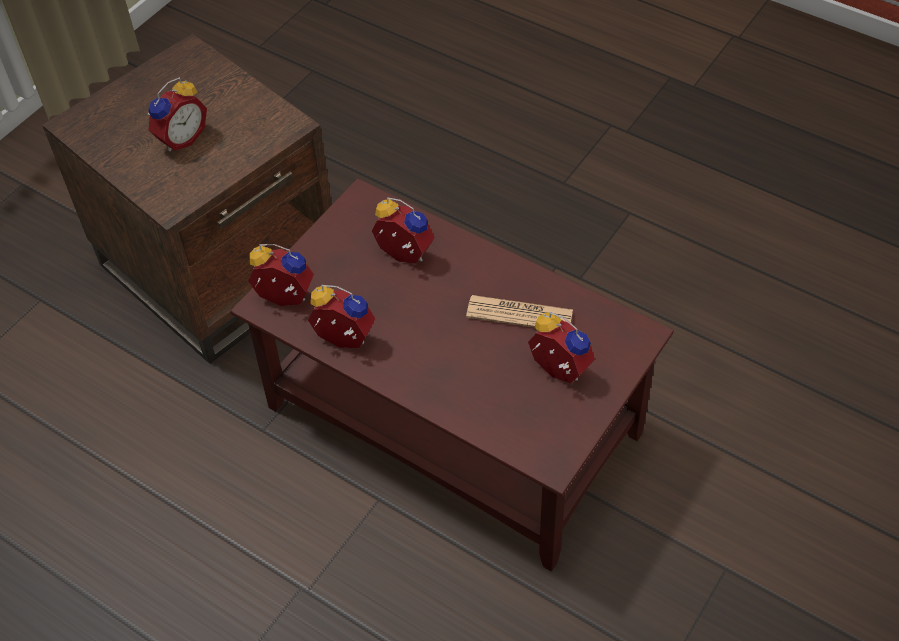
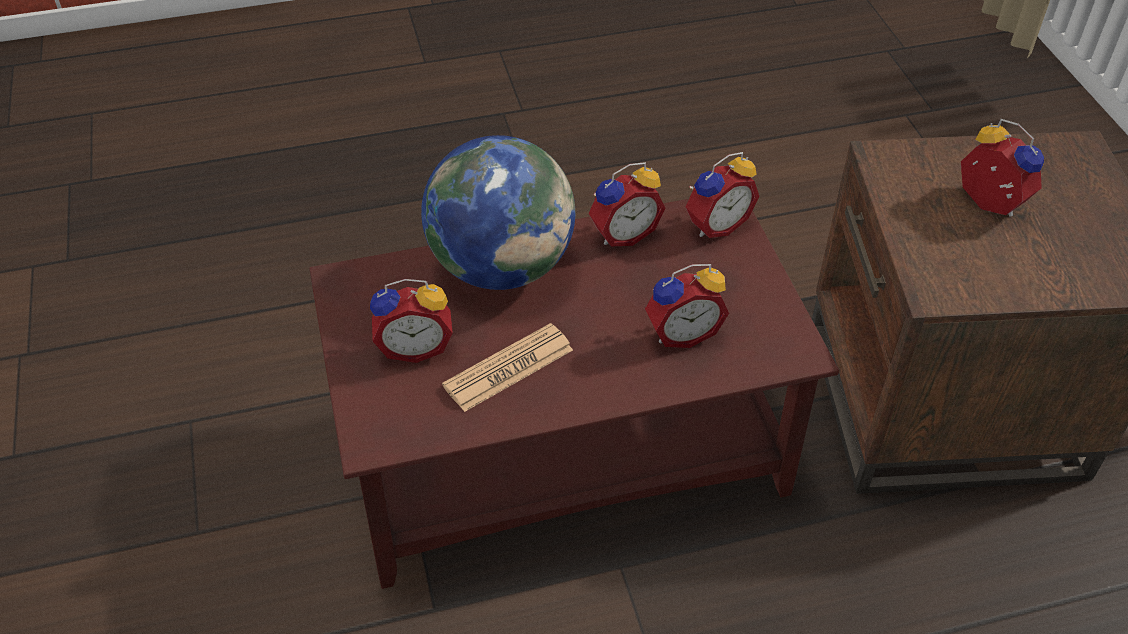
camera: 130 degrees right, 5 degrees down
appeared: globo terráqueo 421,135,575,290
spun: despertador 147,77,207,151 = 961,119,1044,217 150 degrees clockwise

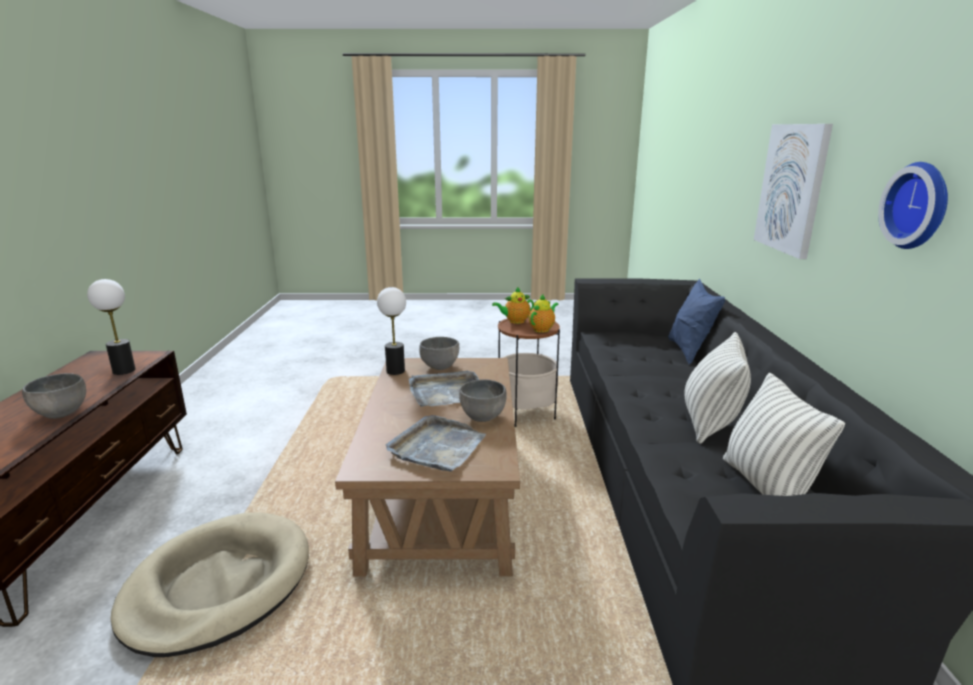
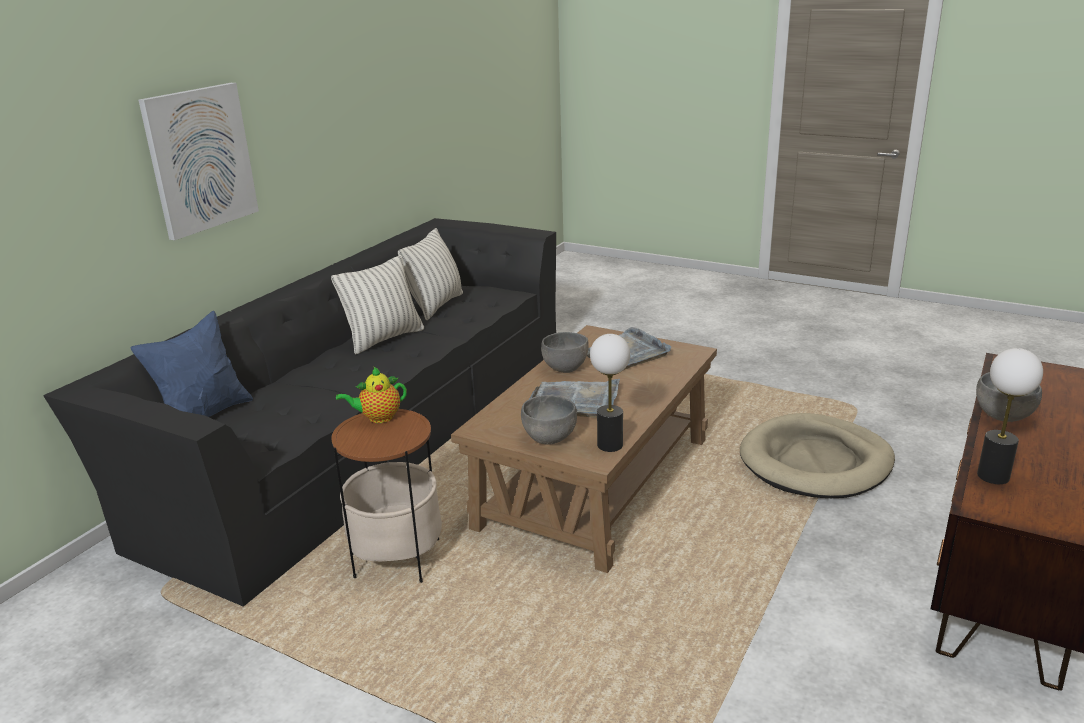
camera: 150 degrees left, 5 degrees up
missing: tetera 492,287,534,324; reloj de pared 878,162,948,249

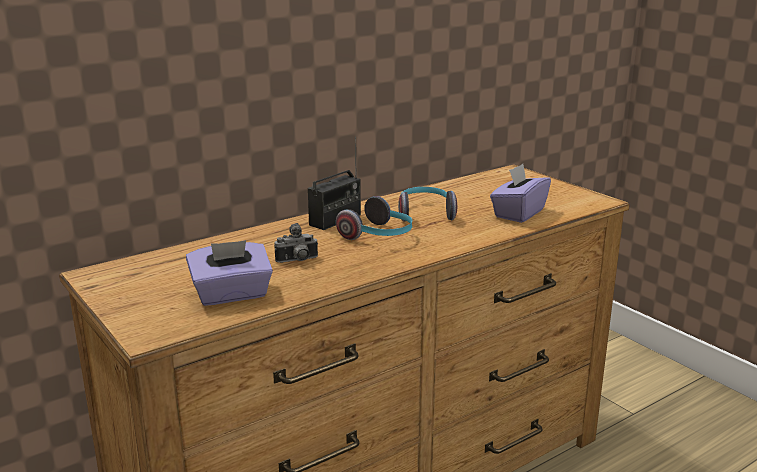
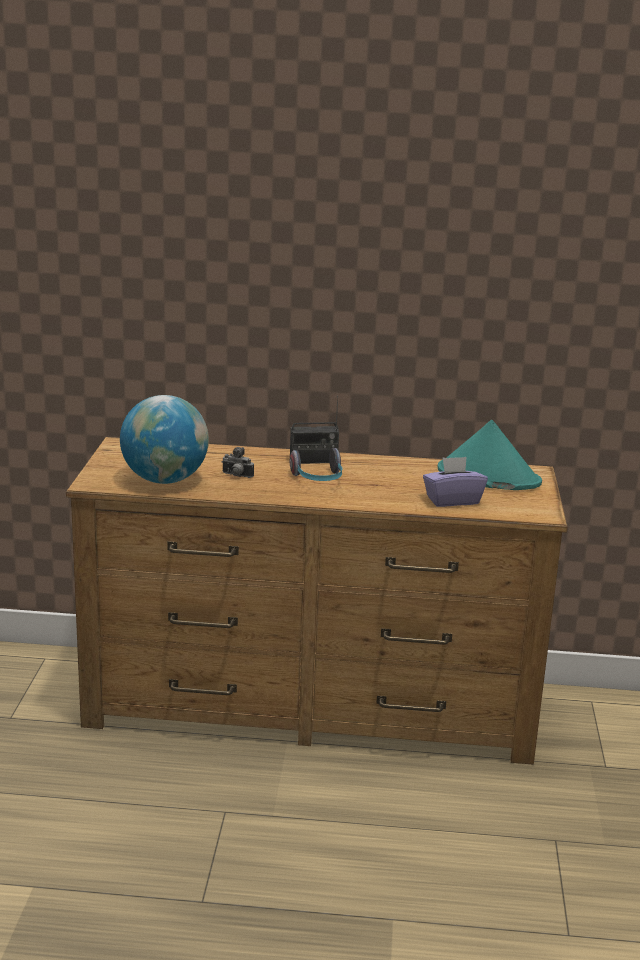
camera: 40 degrees right, 0 degrees up
missing: auriculares 398,187,457,222
appeared: sombrero/turquesa 438,420,542,490
exchanged: caja de pañuelos/morado 186,240,273,306 to globo terráqueo 120,395,209,484

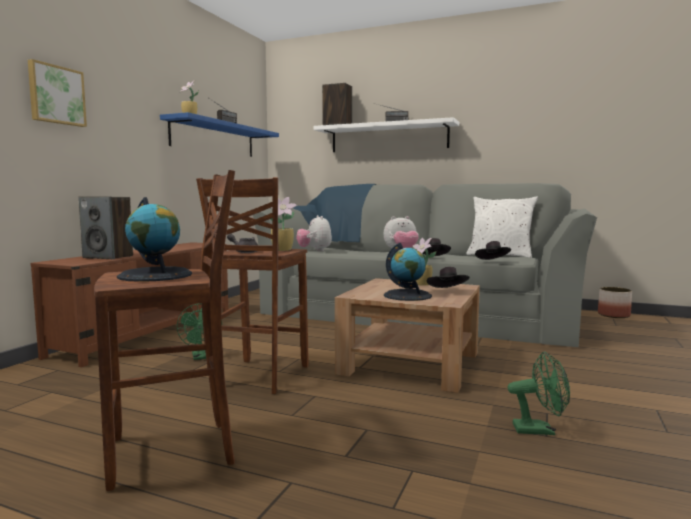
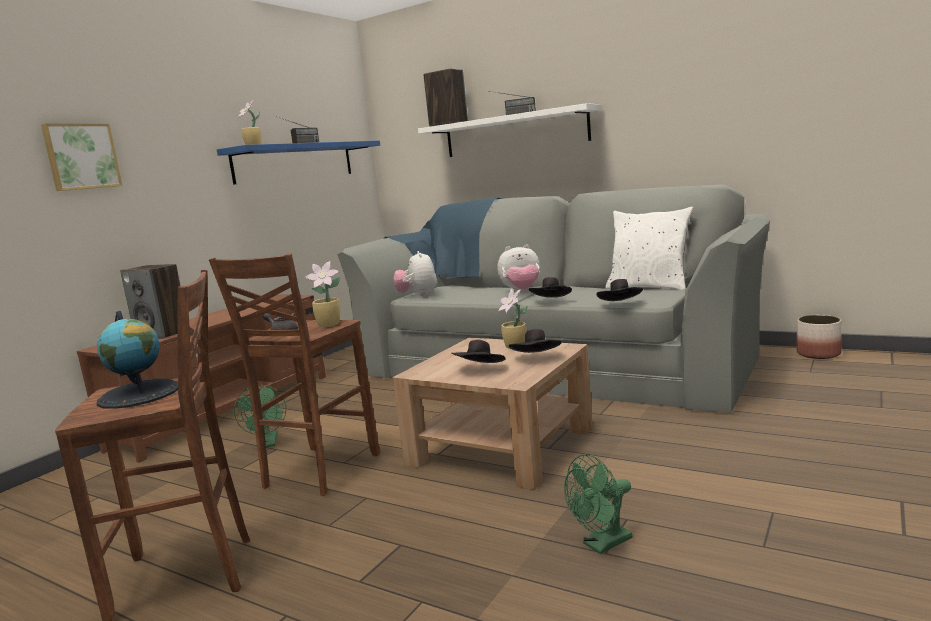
camera: 10 degrees right, 5 degrees up
exchanged: globo terráqueo 384,243,432,301 to sombrero/negro 451,340,506,363
spun: ventilador/verde 508,352,570,435 = 564,454,633,554 135 degrees clockwise

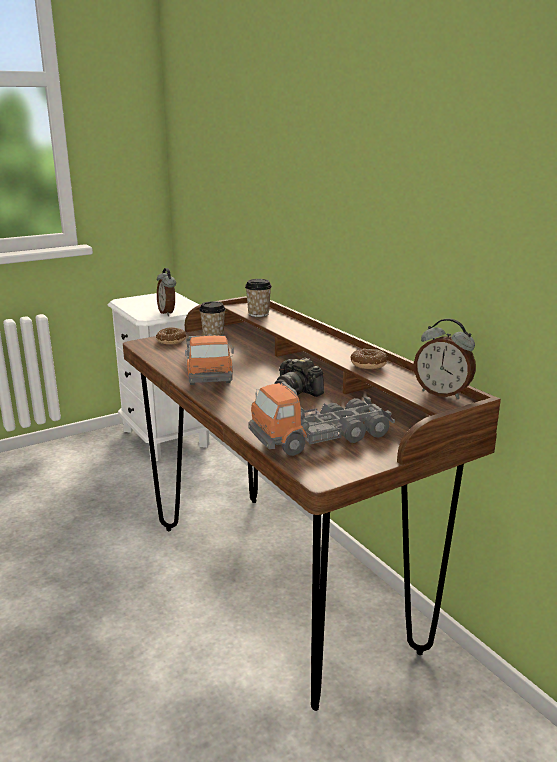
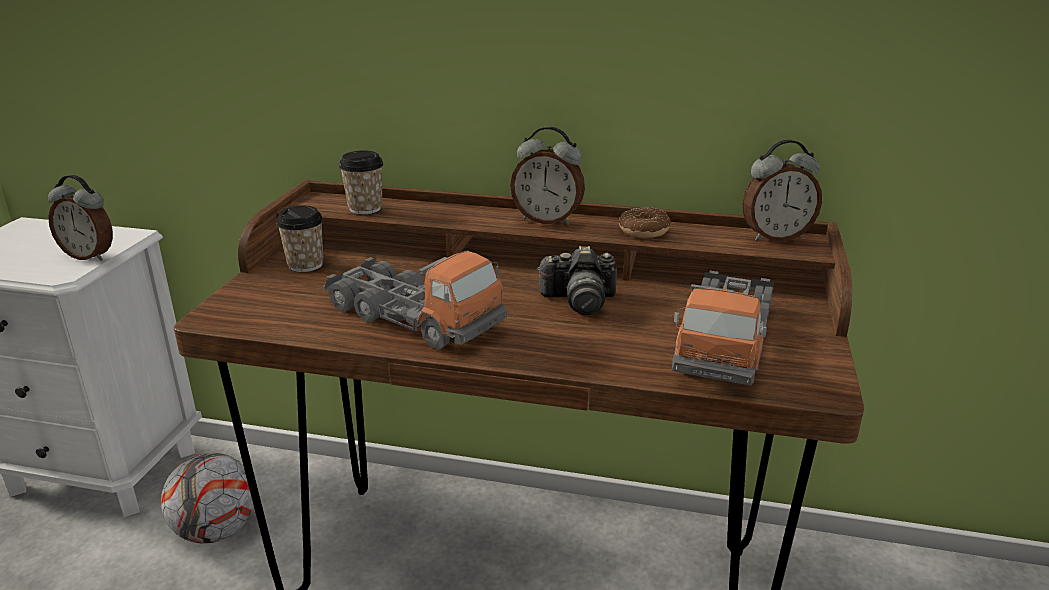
camera: 45 degrees left, 5 degrees up
missing: rosquilla 156,327,186,345
appeared: balón de fútbol 161,453,254,544; despertador 510,127,585,225

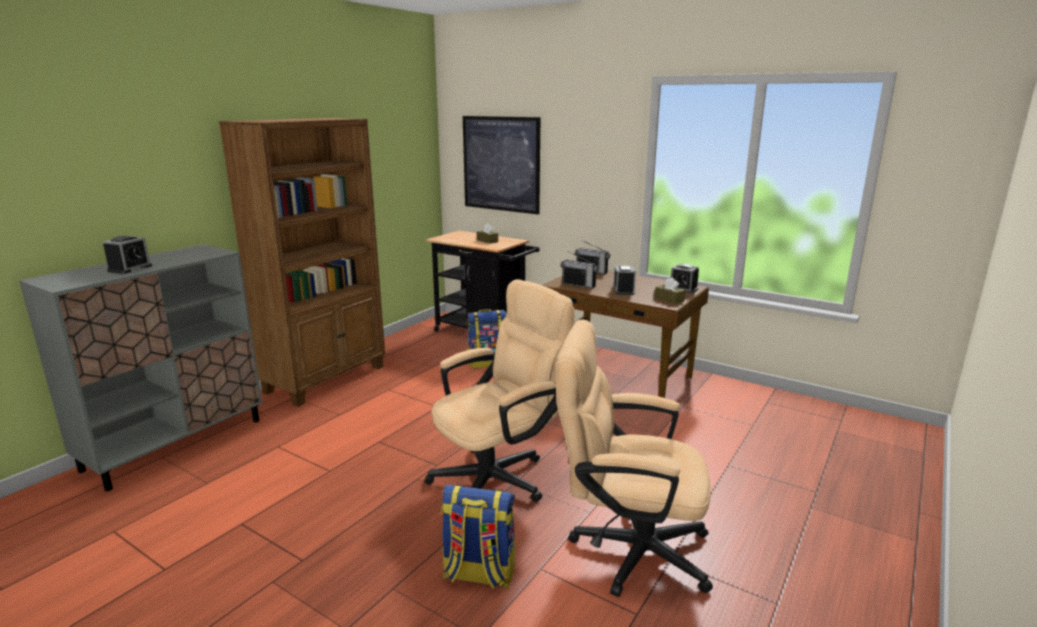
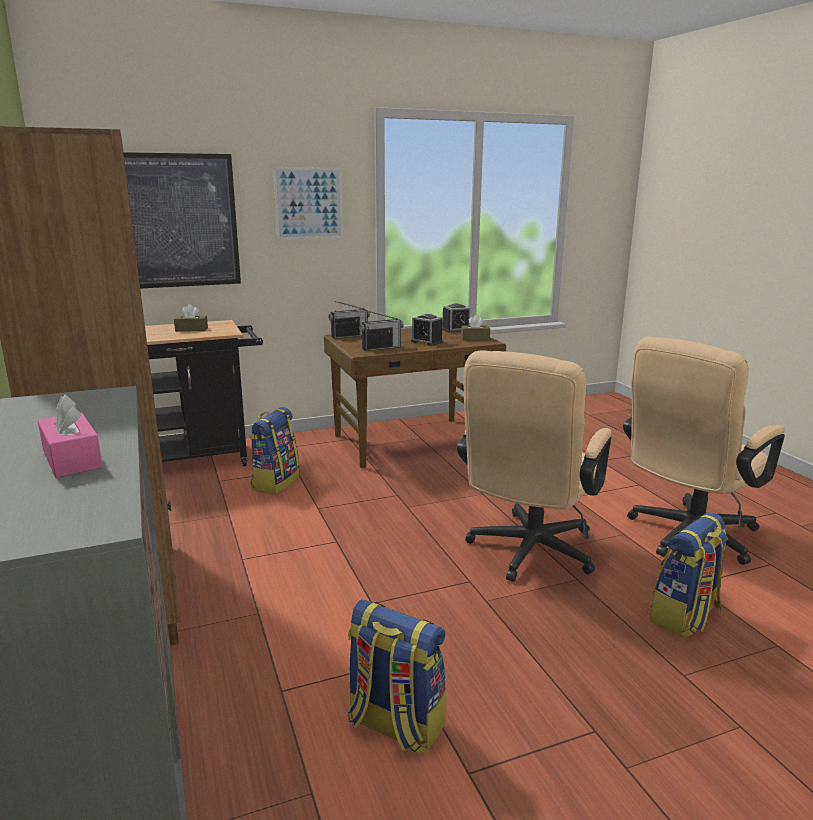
camera: 55 degrees left, 0 degrees up
appeared: cuadro 273,167,343,239; mochila 348,600,447,755
exchanged: despertador 103,236,152,274 to caja de pañuelos/rosa 38,394,103,478
spun: silla de oficina/beis 425,279,575,502 = 457,350,612,582 150 degrees counterclockwise

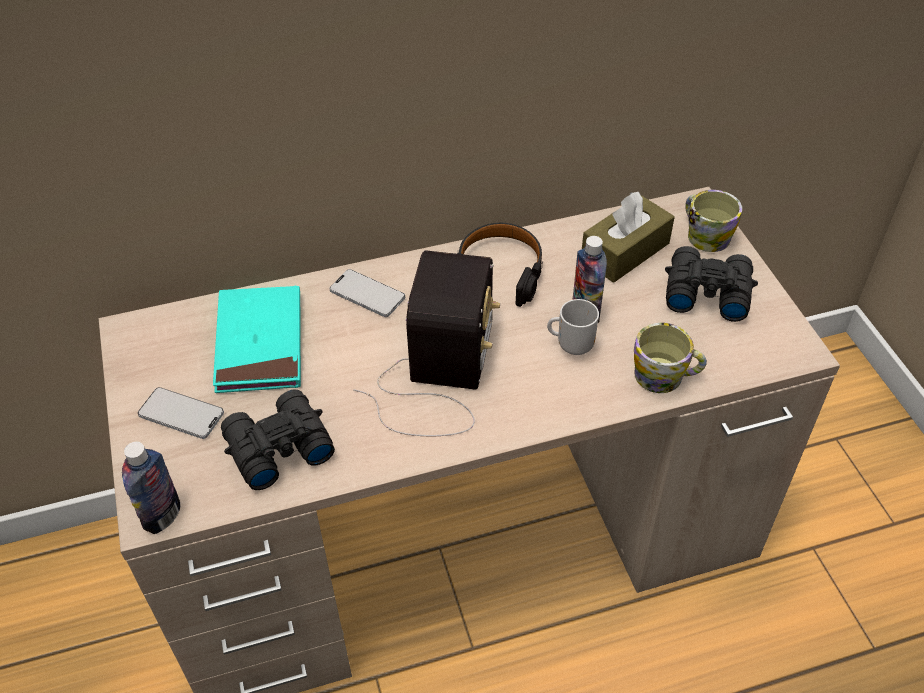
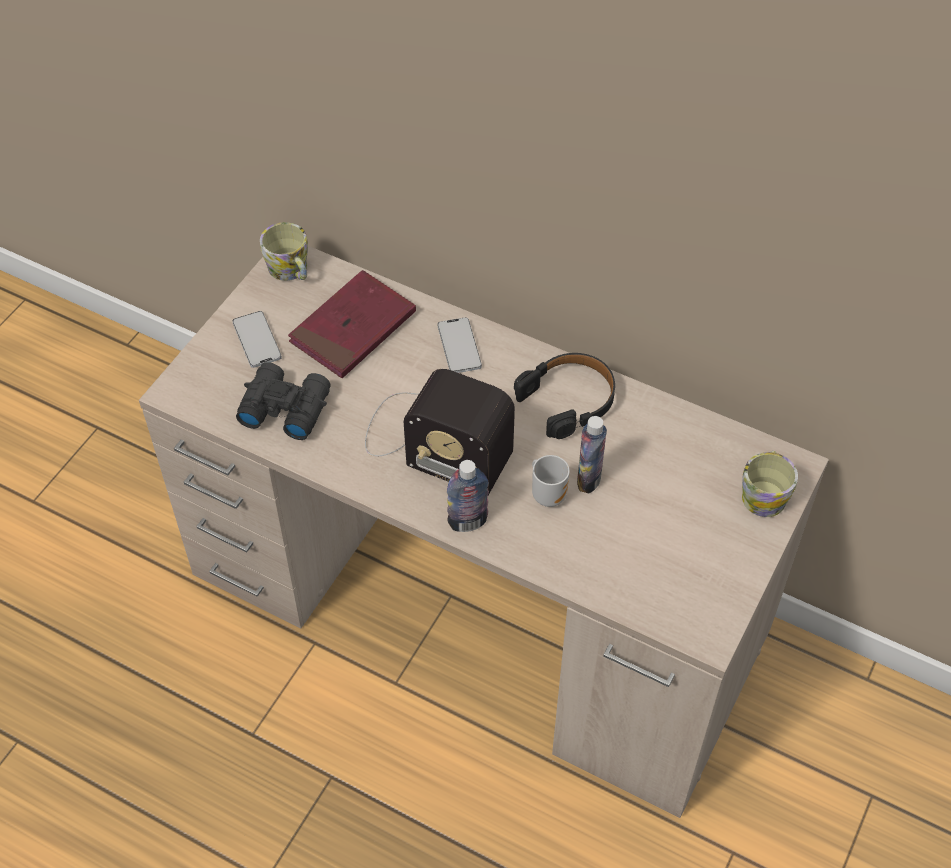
camera: 45 degrees right, 5 degrees up
missing: caja de pañuelos/marrón 582,192,675,283; prismáticos/negro 665,246,758,322
relocated: botella 122,442,180,534 to 447,460,489,532; taza grande 634,323,707,393 to 260,222,308,281
colour: libro/turquesa 213,286,301,393 to libro/rojo 288,270,416,378
spun: radio 353,251,500,436 = 365,369,515,495 60 degrees clockwise

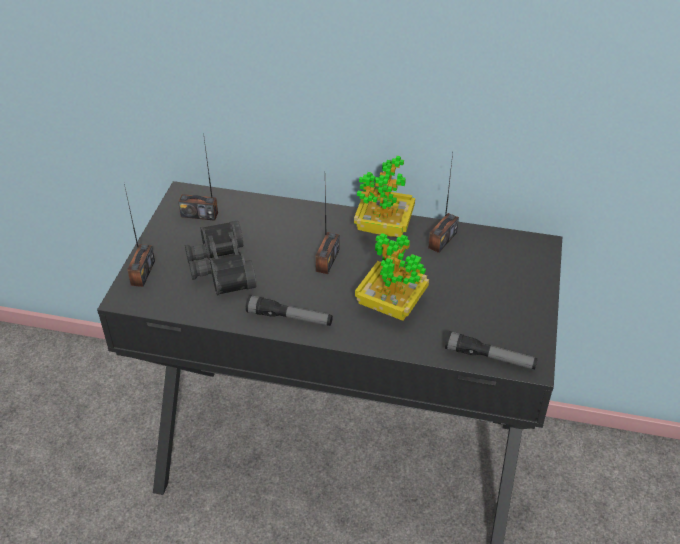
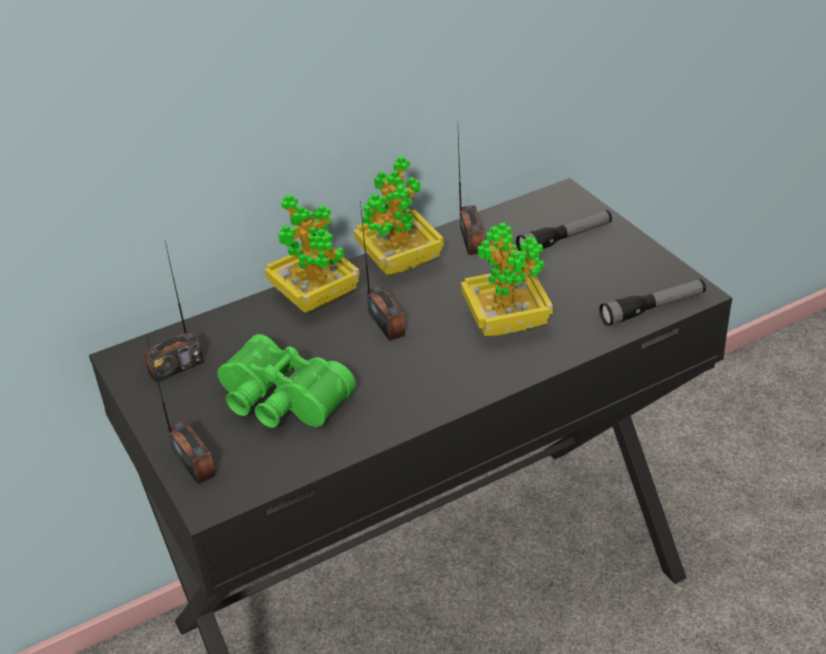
camera: 40 degrees left, 5 degrees down
appeared: planta en maceta 264,194,360,313
relocated: linterna 245,295,333,326 to 516,210,612,252
colour: prismáticos/negro 185,220,256,296 to prismáticos/verde 217,334,356,428

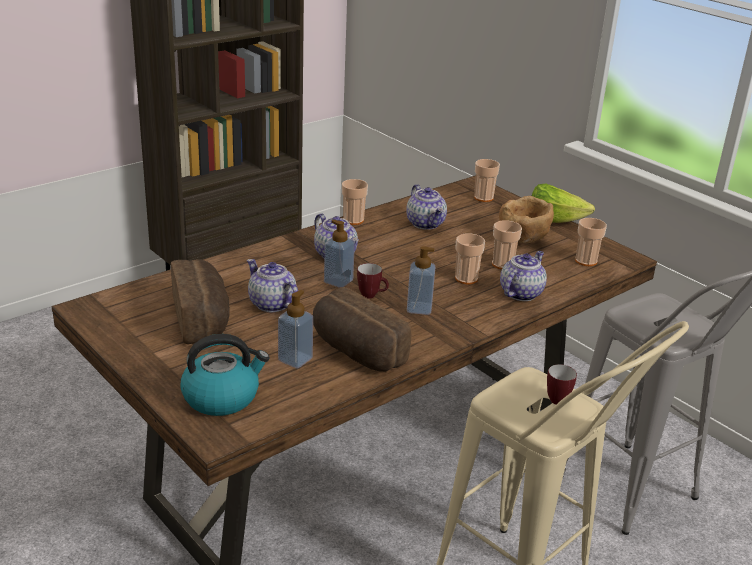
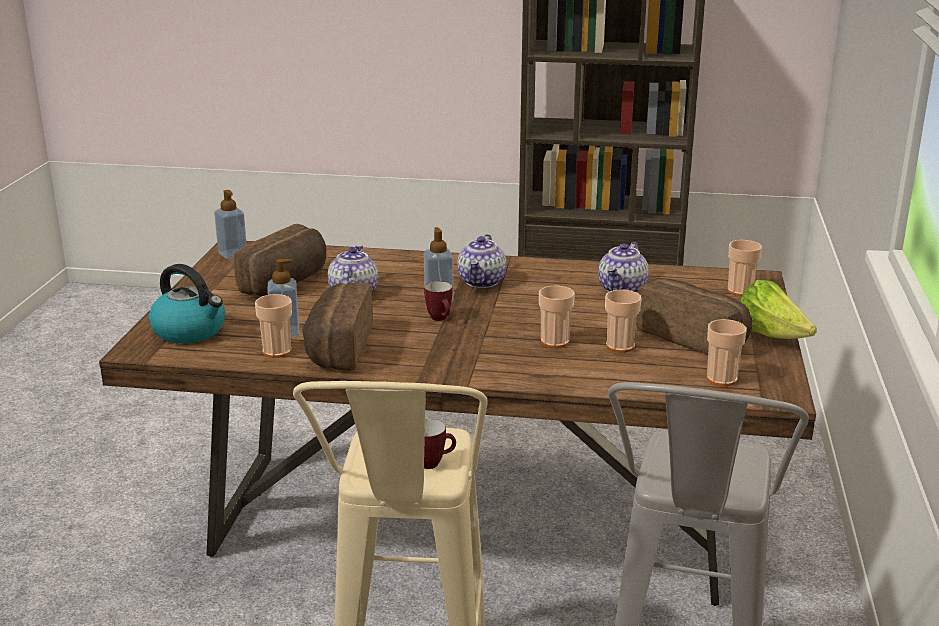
camera: 50 degrees right, 5 degrees down
missing: tetera 500,251,547,301
relocated: taza 342,179,368,225 to 255,294,292,358; dispensador de jabón 407,246,435,315 to 214,190,247,259
exchanged: cuenco/marrón 499,196,554,243 to pan 636,278,752,355

